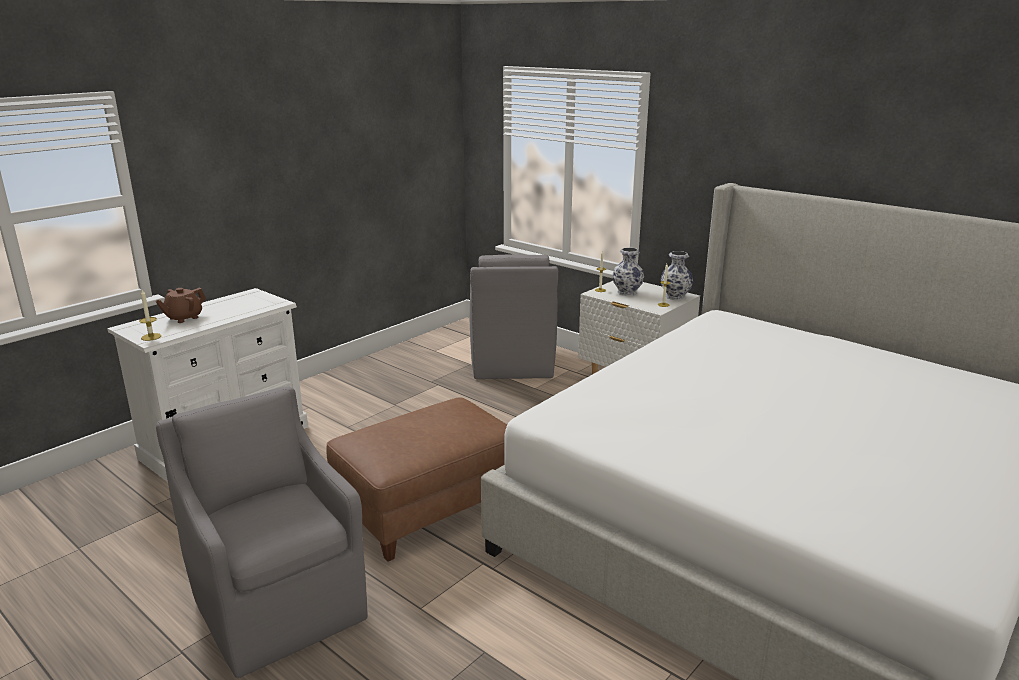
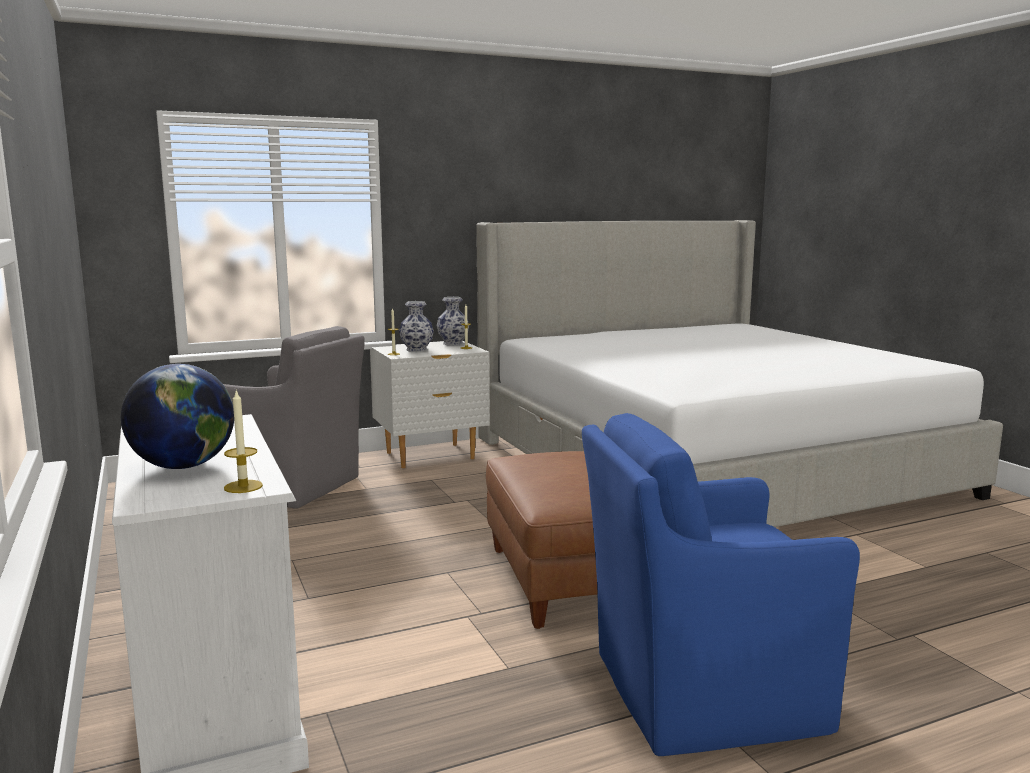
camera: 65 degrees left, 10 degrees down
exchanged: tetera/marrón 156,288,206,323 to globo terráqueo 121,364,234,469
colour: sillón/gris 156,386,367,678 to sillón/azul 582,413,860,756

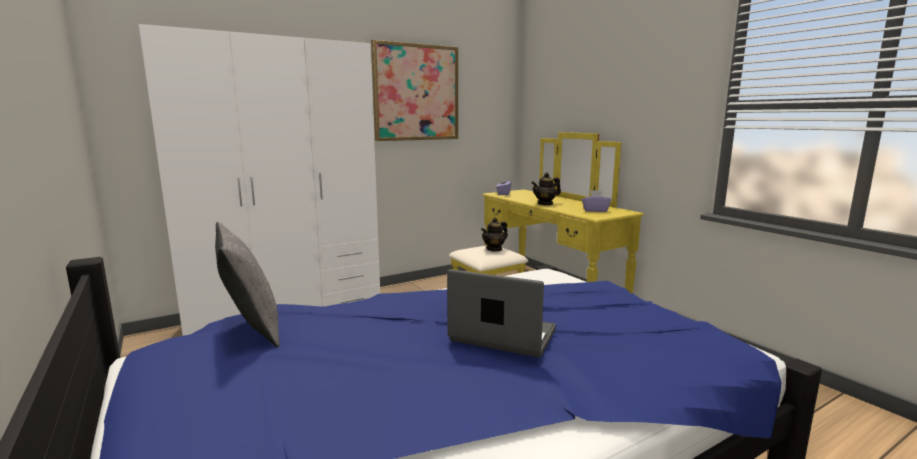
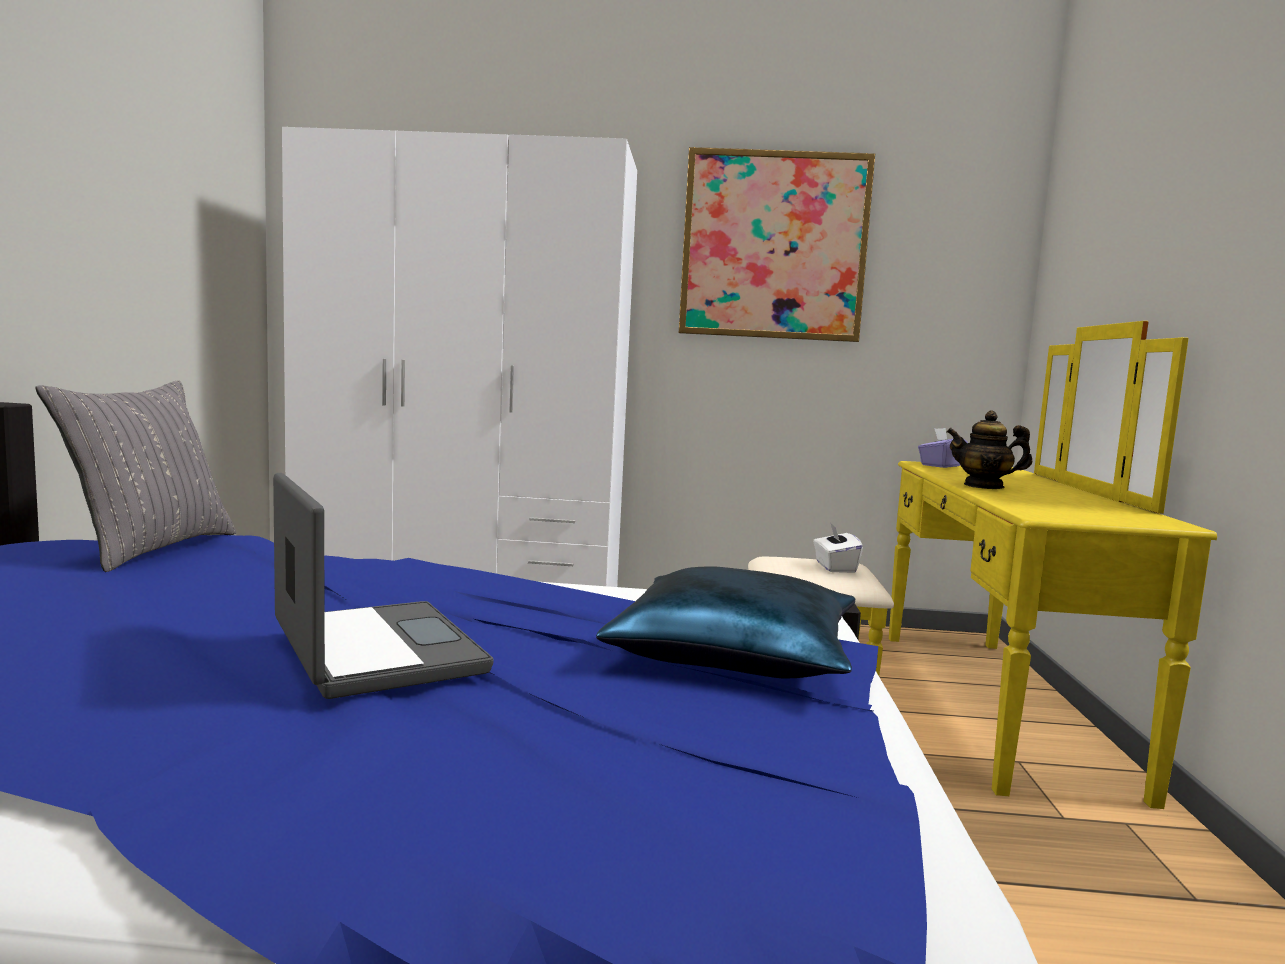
camera: 35 degrees right, 5 degrees down
missing: caja de pañuelos/morado 582,190,611,212
appeared: cojín/azul 596,567,855,678
exchanged: tetera 481,217,508,252 to caja de pañuelos/blanco 813,522,863,573

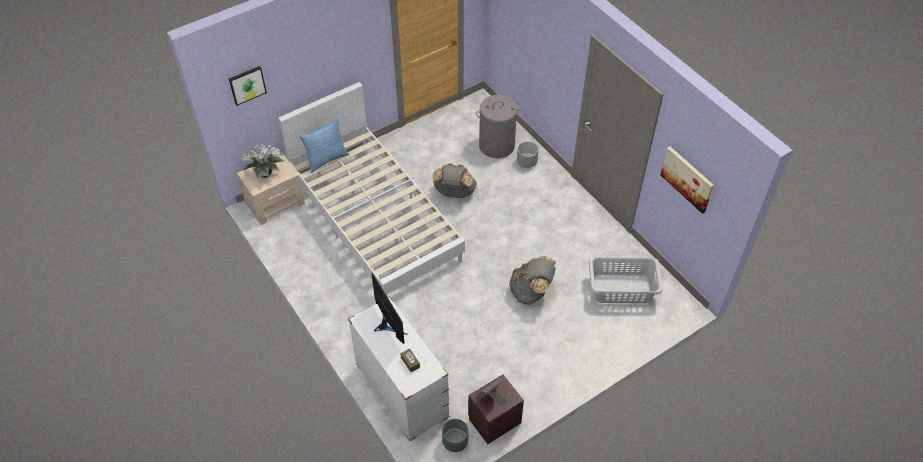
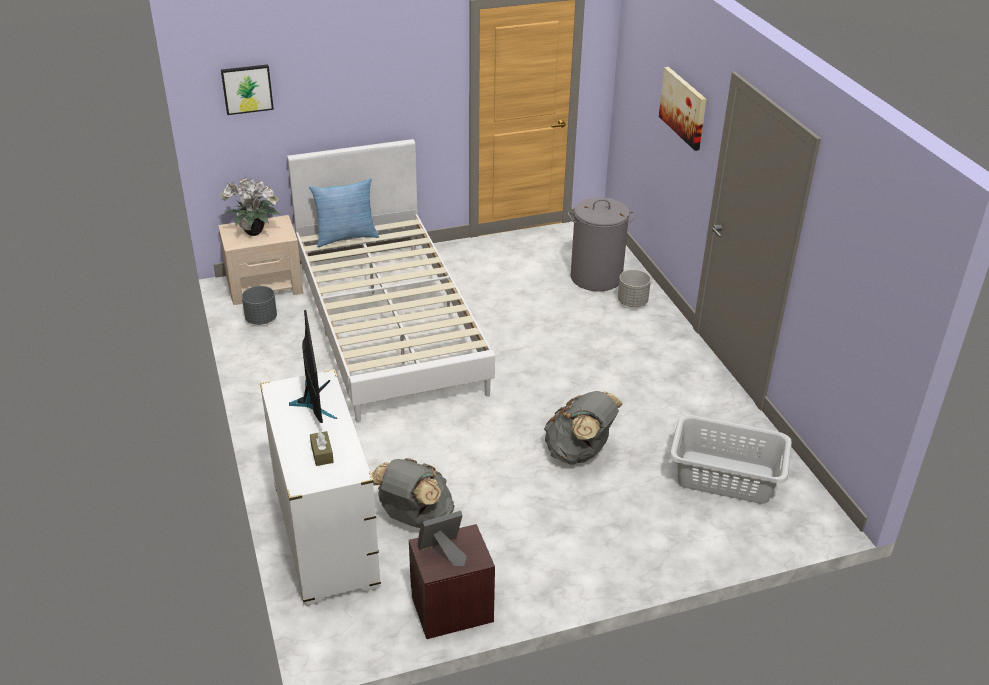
camera: 15 degrees right, 15 degrees down
relocated: mochila/gris 433,163,477,198 to 372,458,454,528; maceta/gris 442,419,469,452 to 242,286,277,325; cuadro 661,146,714,214 to 659,67,706,151

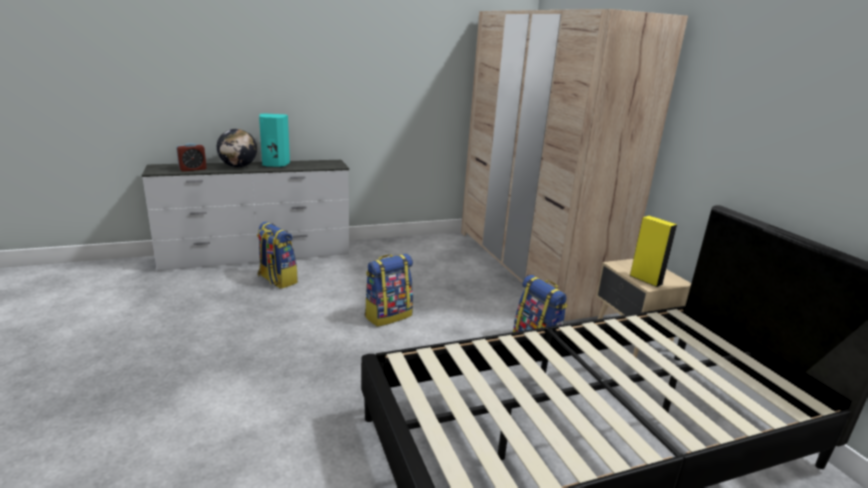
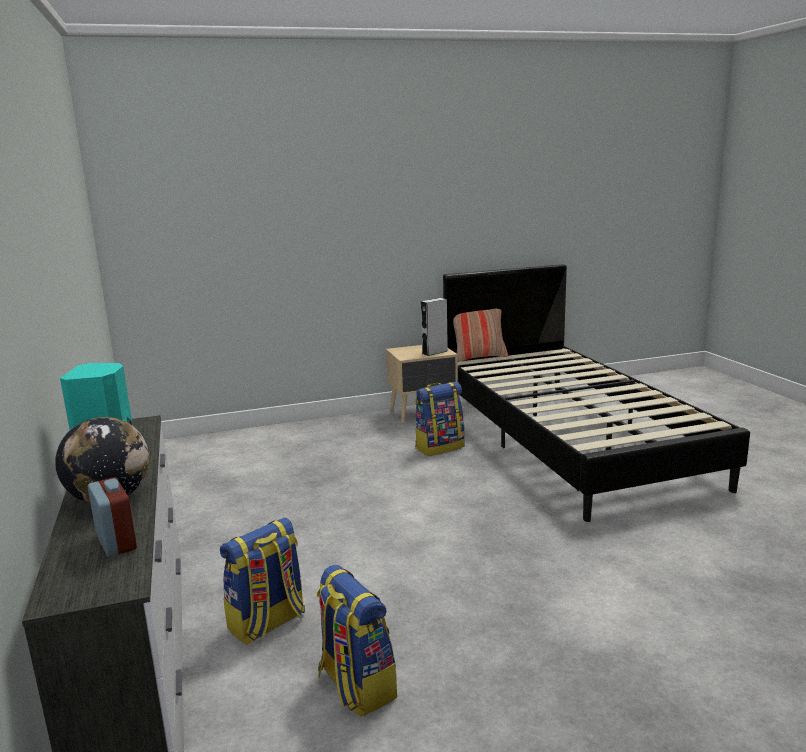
camera: 85 degrees left, 5 degrees down
missing: armario ropero/beis 461,9,688,321
appeared: cojín 453,309,508,362
relocated: mochila 365,254,413,327 to 316,565,397,717
colour: altavoz/amarillo 629,216,677,287 to altavoz/gris 421,298,448,356

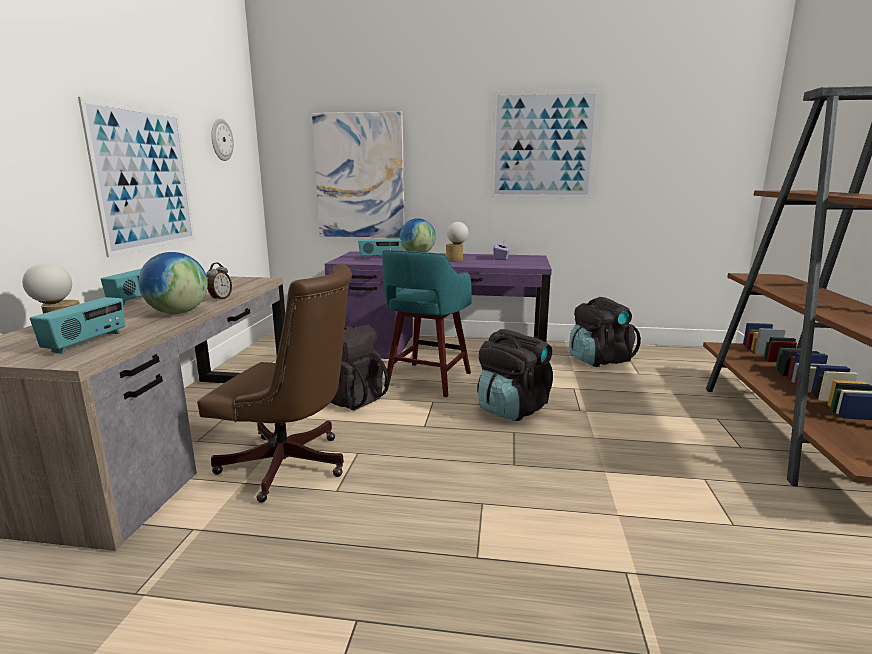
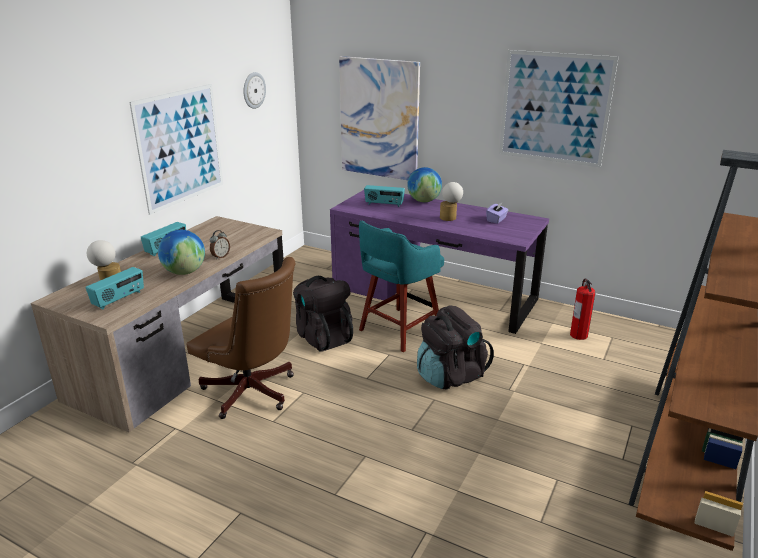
camera: 20 degrees right, 10 degrees up
exchanged: mochila/negro 569,297,641,367 to extintor 570,278,595,340

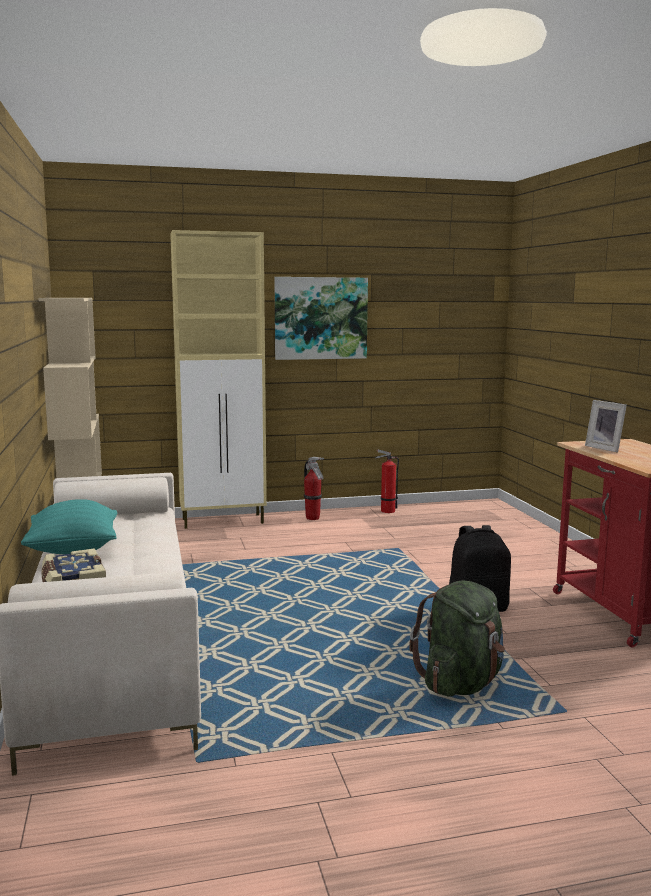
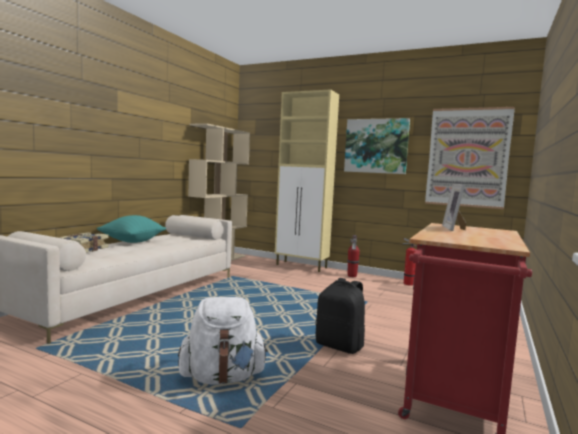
camera: 40 degrees right, 5 degrees down
appeared: cuadro 425,107,515,209
colour: mochila/verde 409,580,505,697 to mochila/blanco 178,297,268,385

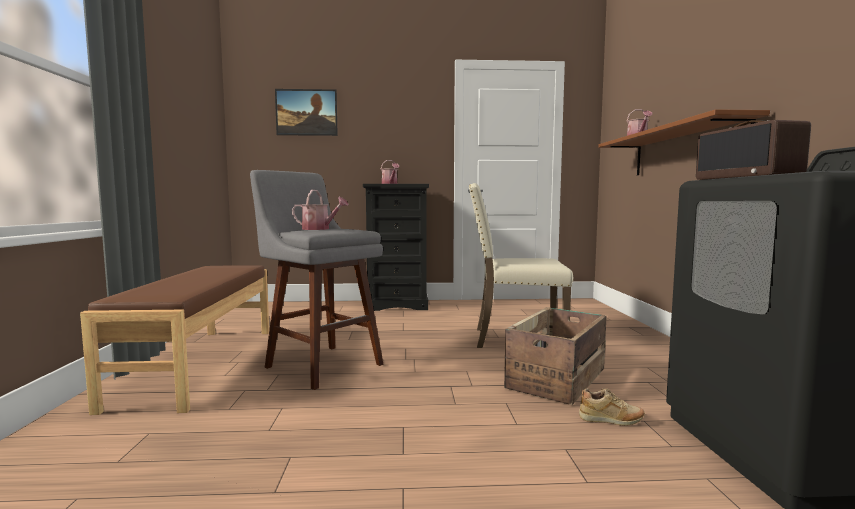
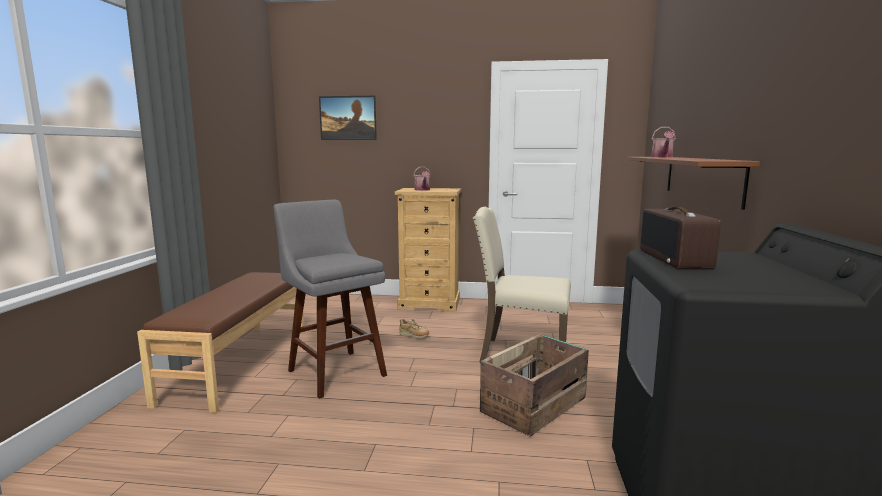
camera: 10 degrees right, 5 degrees up
missing: regadera 292,190,349,230
relocated: zapato/beis 579,388,645,426 to 399,318,430,339
colour: cómoda/negro 363,184,429,311 to cómoda/beis 395,188,461,312

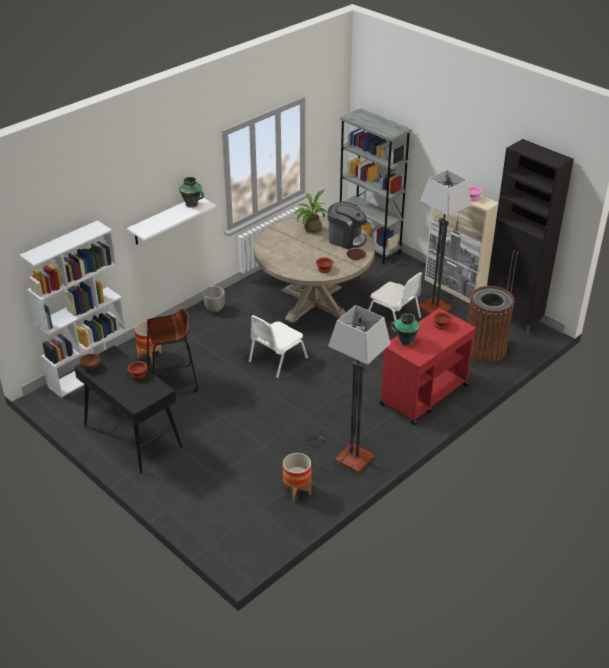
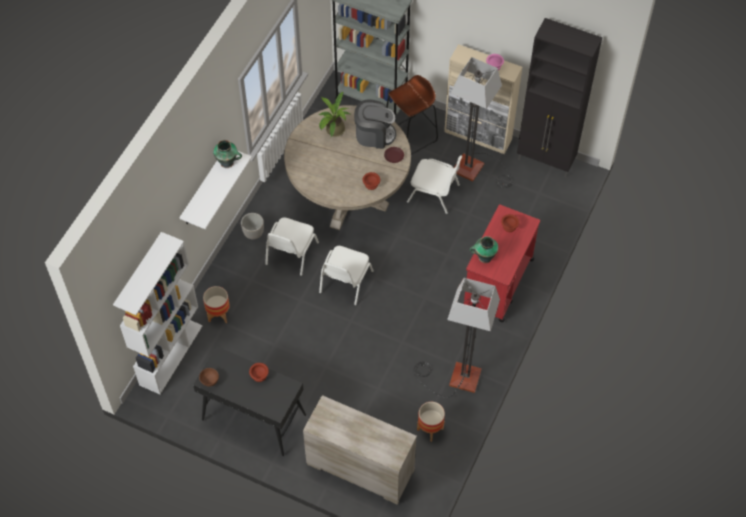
camera: 20 degrees left, 20 degrees up
missing: papelera/marrón 467,286,514,363
appeared: silla/blanco 265,217,319,276; cómoda/beis 303,395,417,505
relocated: taburete/marrón 147,309,198,395 to 386,75,438,155

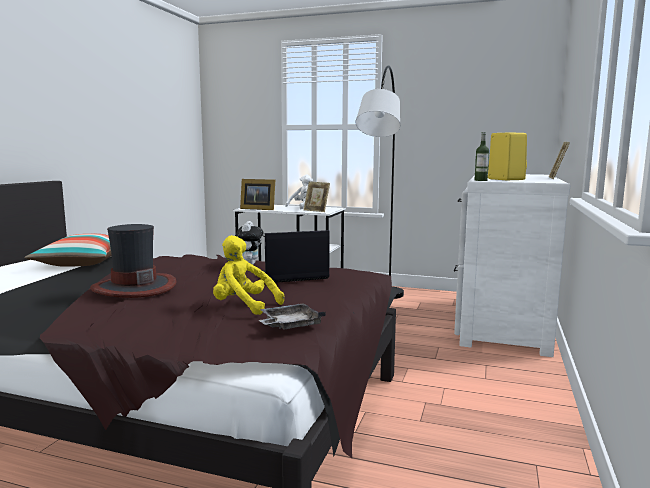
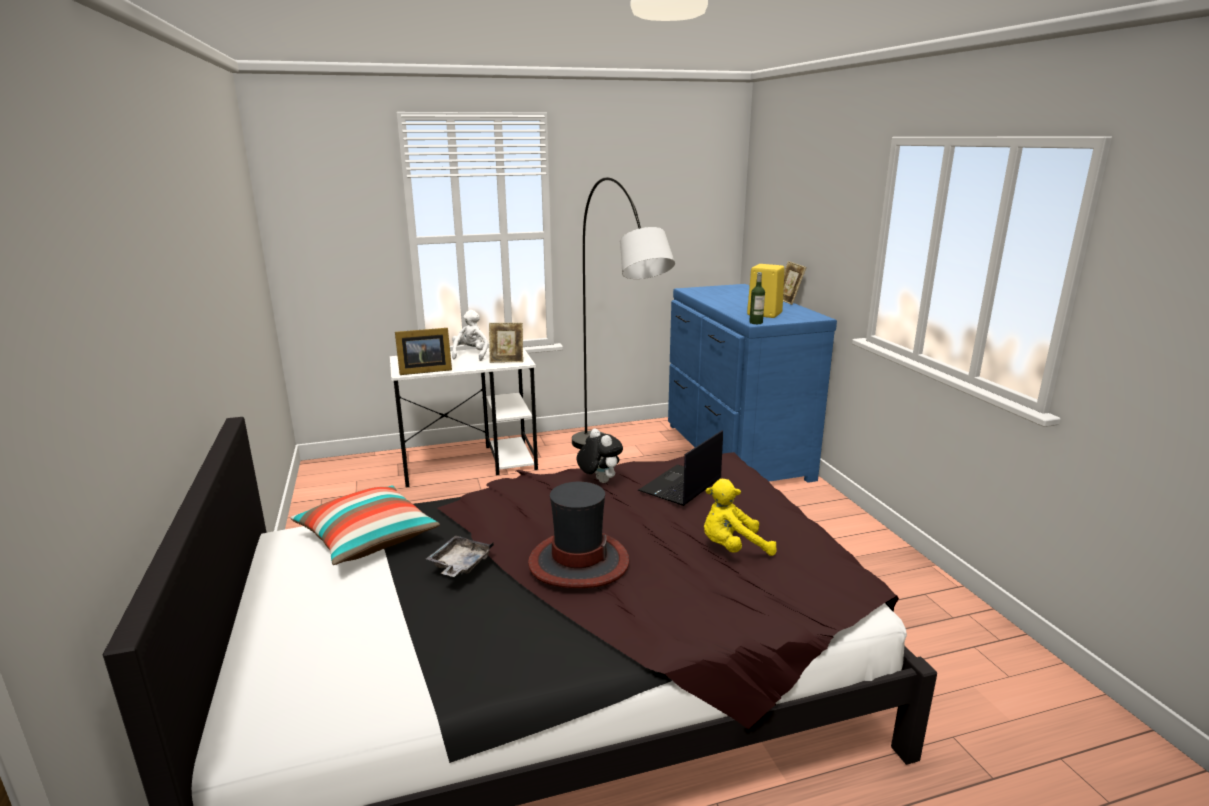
camera: 35 degrees left, 10 degrees up
relocated: bandeja/gris 259,303,326,329 to 426,535,494,577
colour: cómoda/blanco 454,174,570,357 to cómoda/azul 668,284,837,483

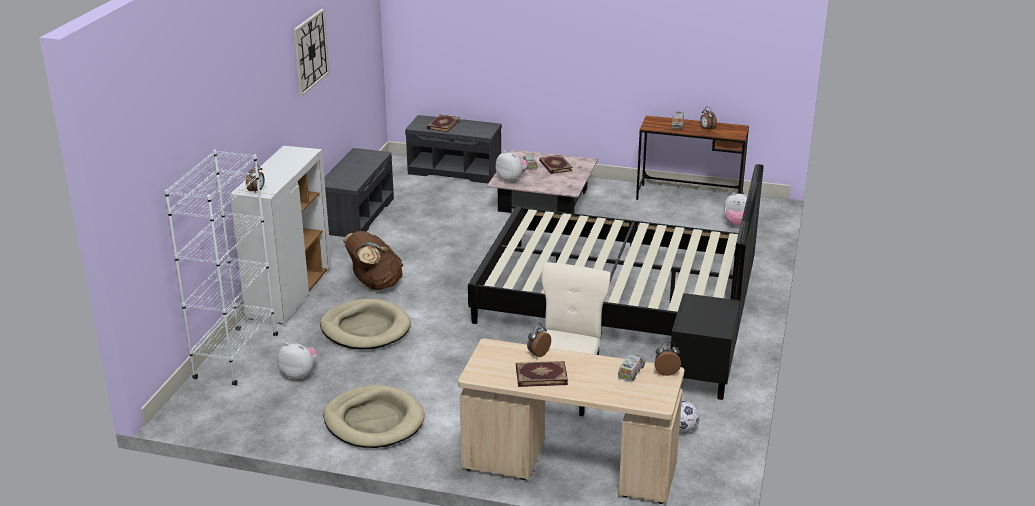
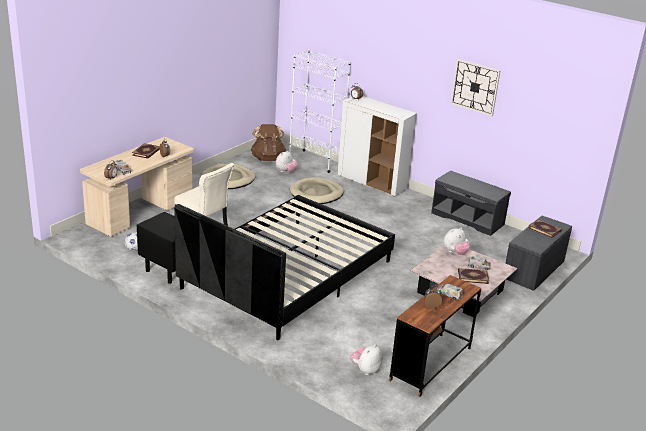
camera: 110 degrees right, 0 degrees up
relocated: mochila/marrón 343,231,404,290 to 251,124,286,161

